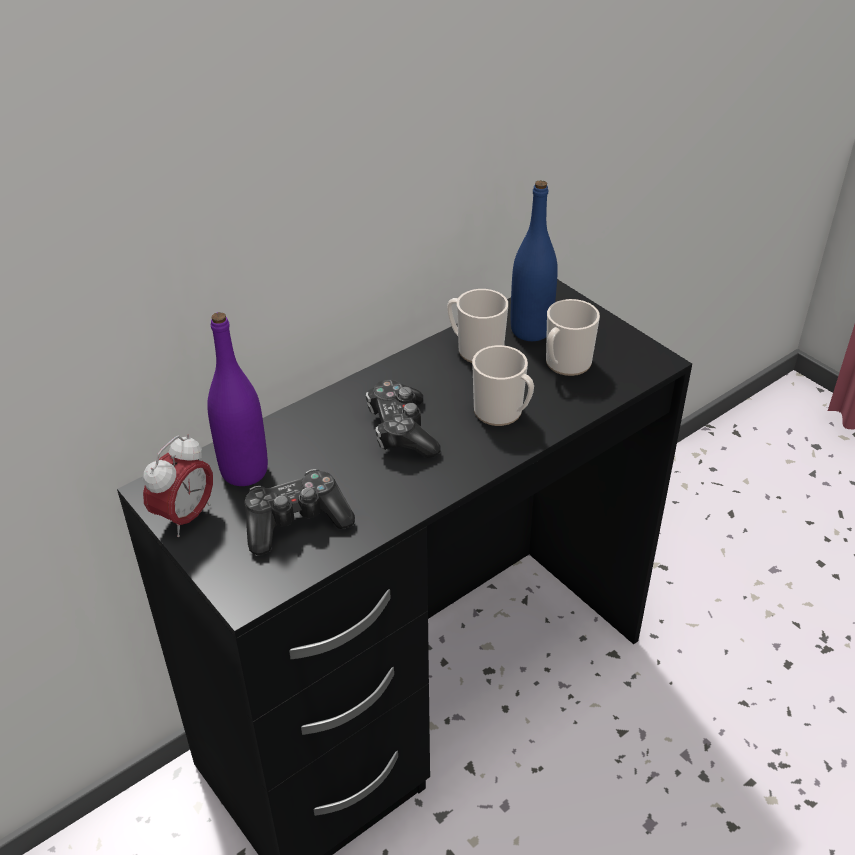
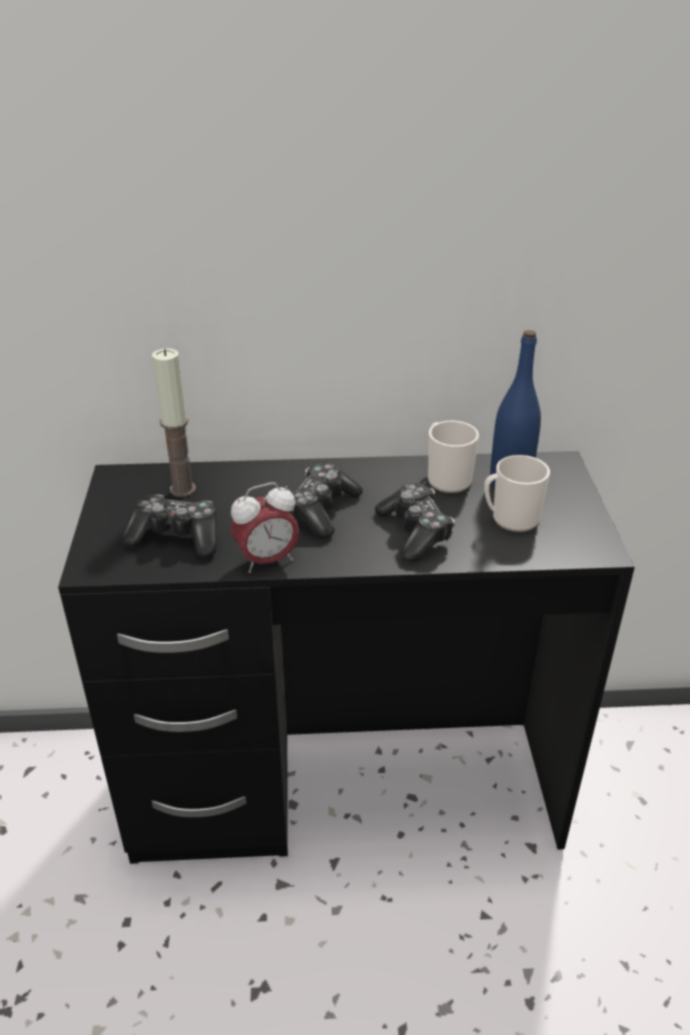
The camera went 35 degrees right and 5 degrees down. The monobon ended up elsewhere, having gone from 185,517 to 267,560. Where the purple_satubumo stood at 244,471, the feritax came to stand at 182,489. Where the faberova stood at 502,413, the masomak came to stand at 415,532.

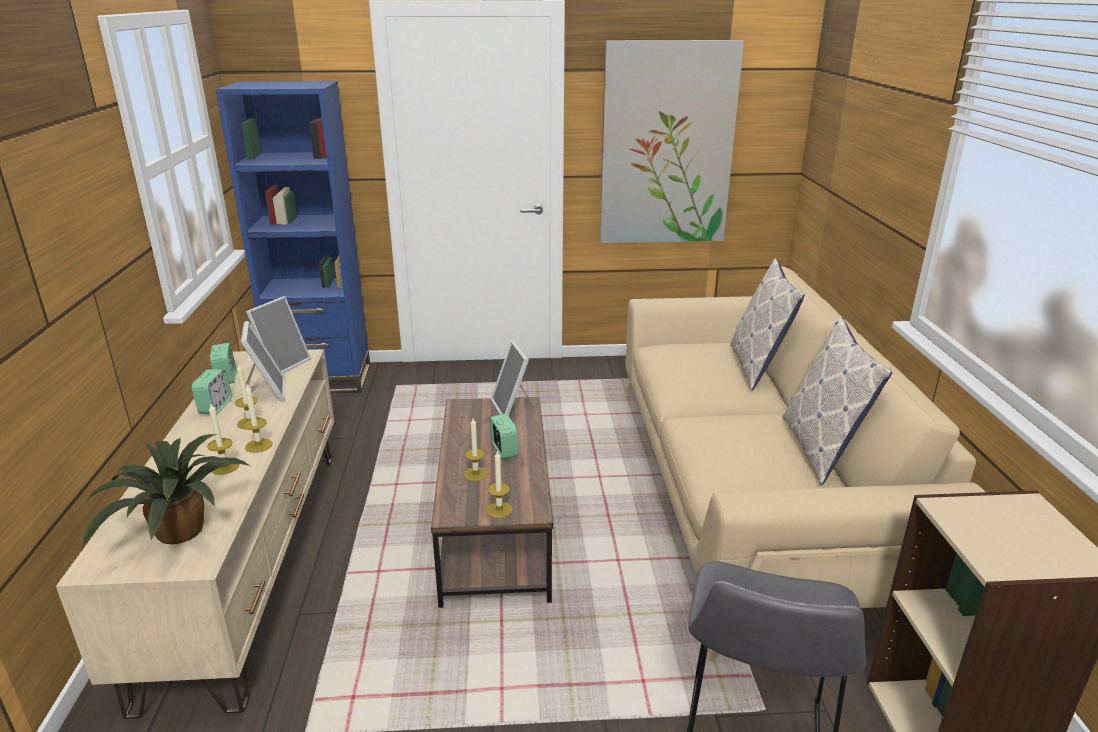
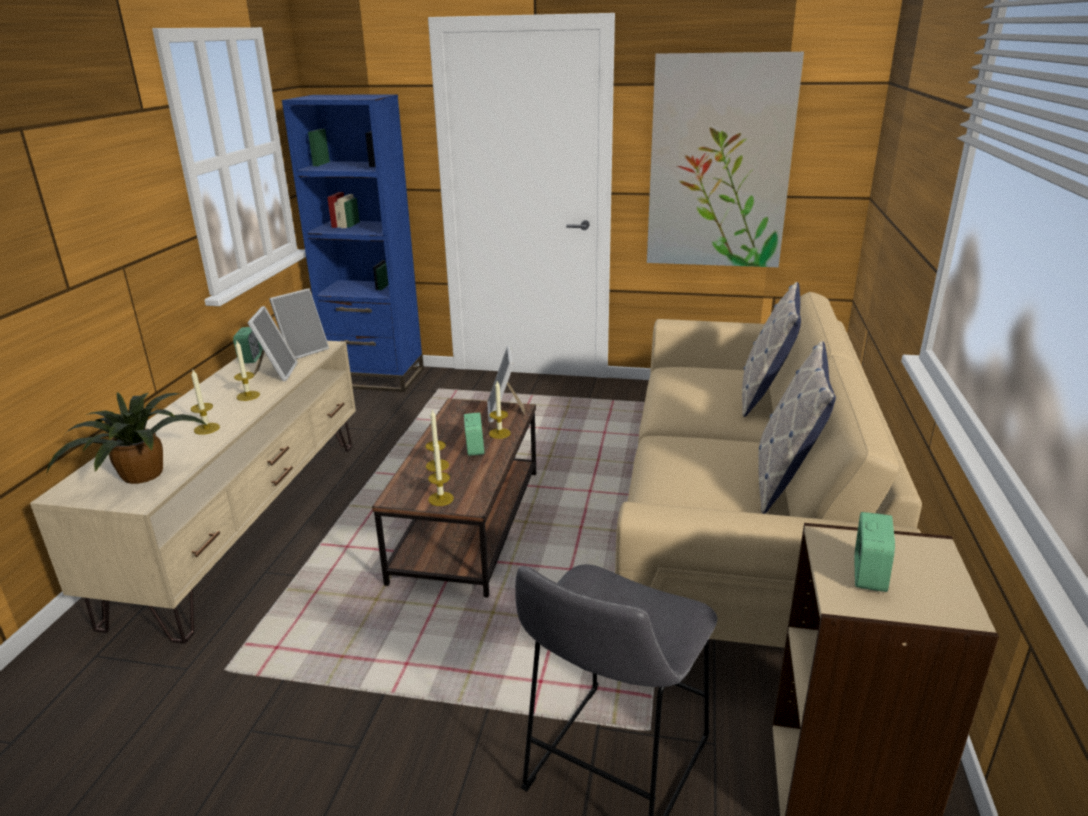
The camera went 15 degrees right and 0 degrees up. The monobon ended up elsewhere, having gone from 215,407 to 868,574. The feritax ended up elsewhere, having gone from 258,445 to 499,433.

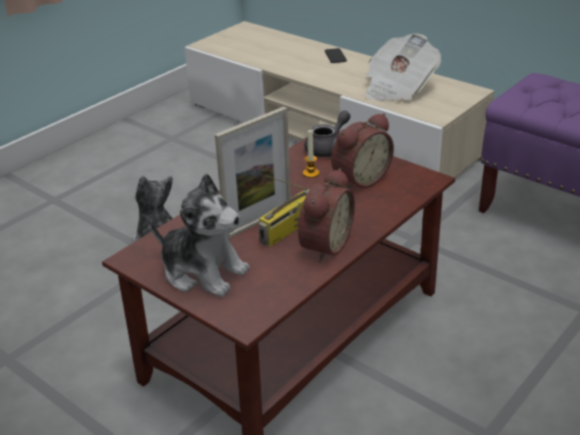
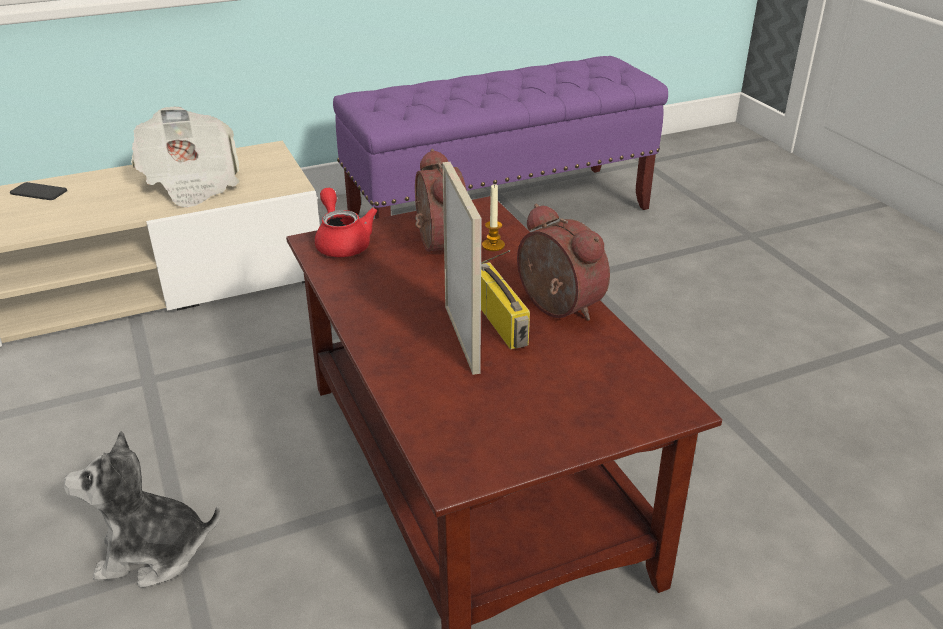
The camera went 65 degrees left and 0 degrees up. The second view lost the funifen at 203,272. The feritax ended up elsewhere, having gone from 311,173 to 493,245. What was the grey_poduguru at 328,148 turned into the red_poduguru at 342,242.

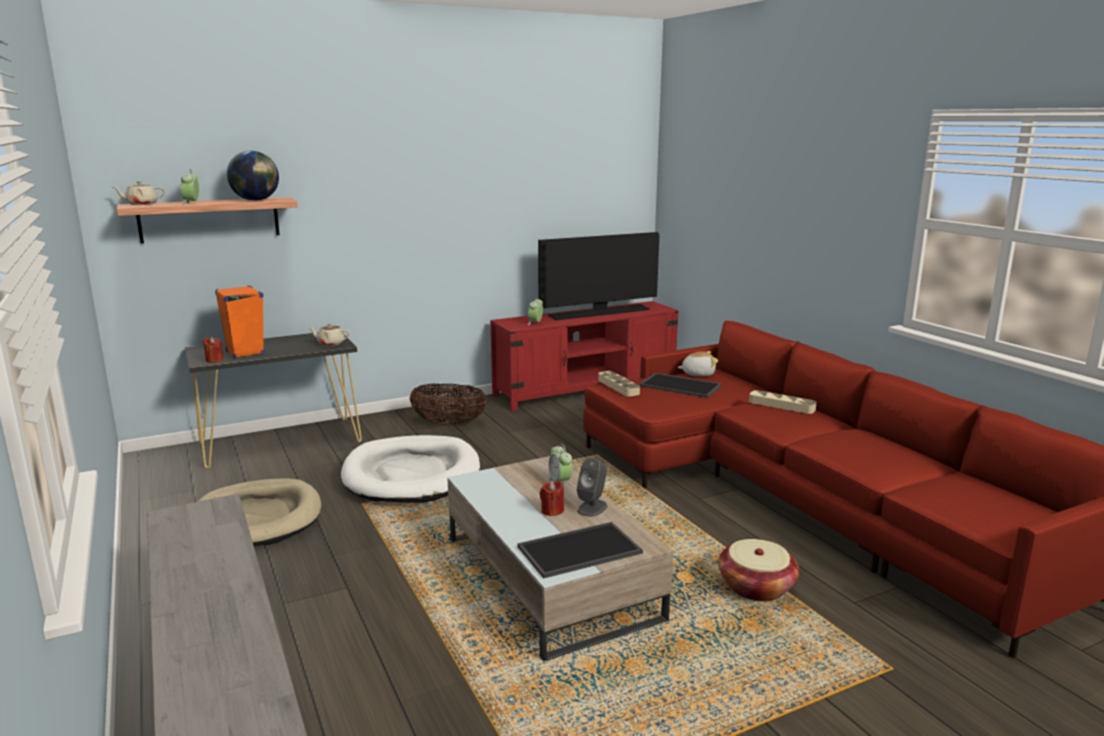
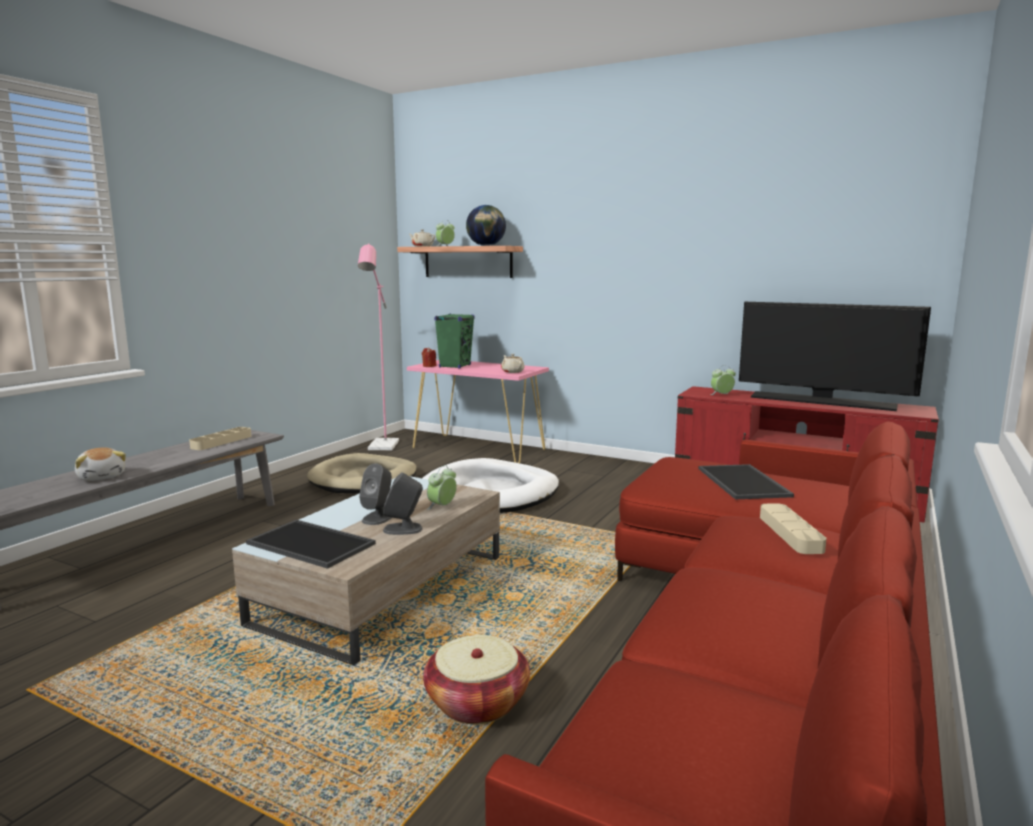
The camera went 55 degrees right and 5 degrees down. What was the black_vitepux at 281,442 turned into the pink_vitepux at 479,449. What was the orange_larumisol at 245,353 turned into the green_larumisol at 455,366. The second view lost the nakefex at 449,423. Where the red_feritax stood at 552,511, the grey_larumisol came to stand at 378,517. The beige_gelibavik ended up elsewhere, having gone from 618,386 to 221,442. The funifen ended up elsewhere, having gone from 698,374 to 102,477. The second view gained the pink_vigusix at 382,447.

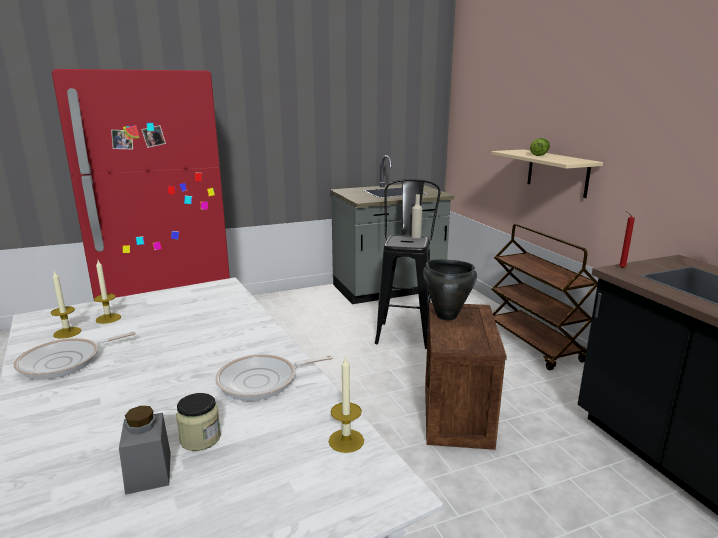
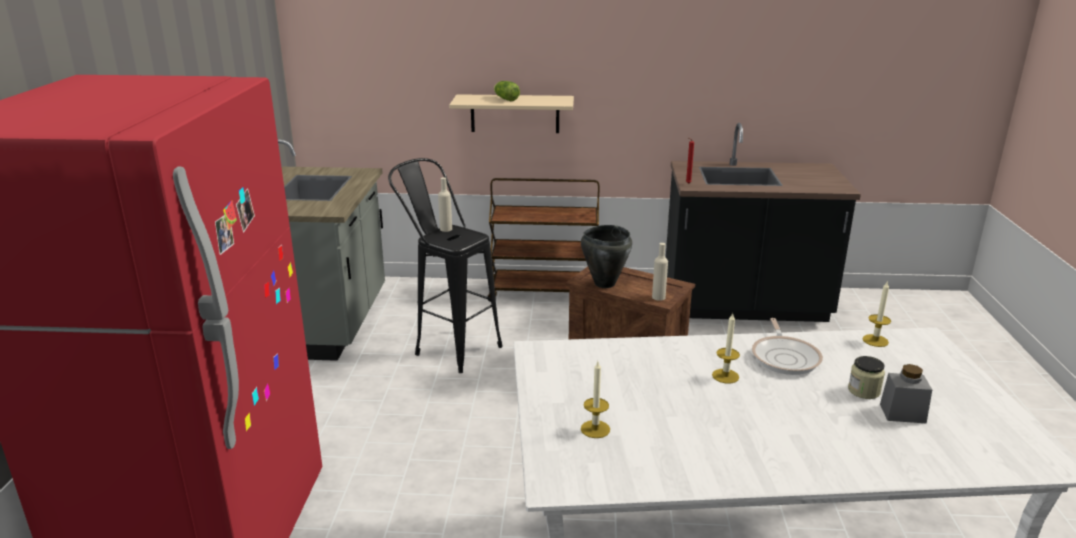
The camera went 65 degrees left and 5 degrees up. The second view lost the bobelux at 65,362. The feritax ended up elsewhere, having gone from 67,332 to 725,376. The second view gained the beige_satubumo at 658,297.

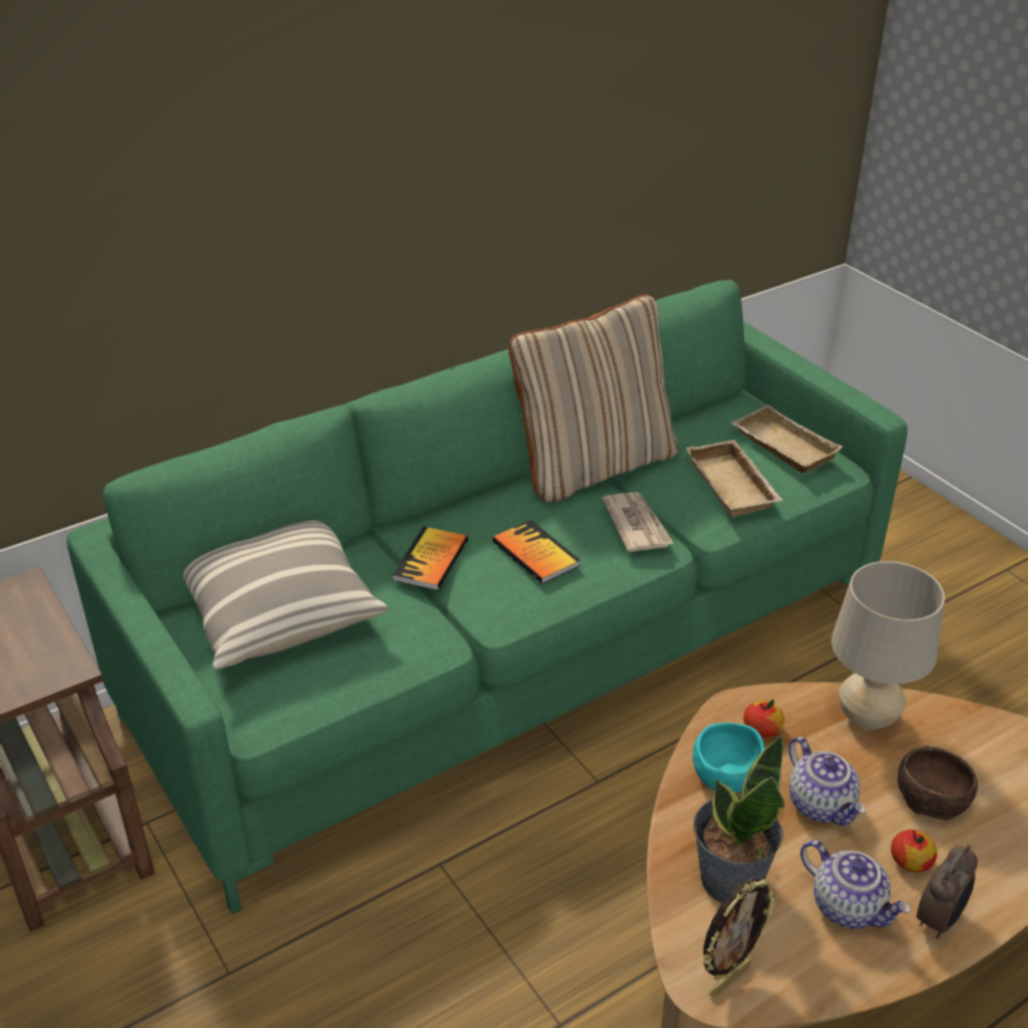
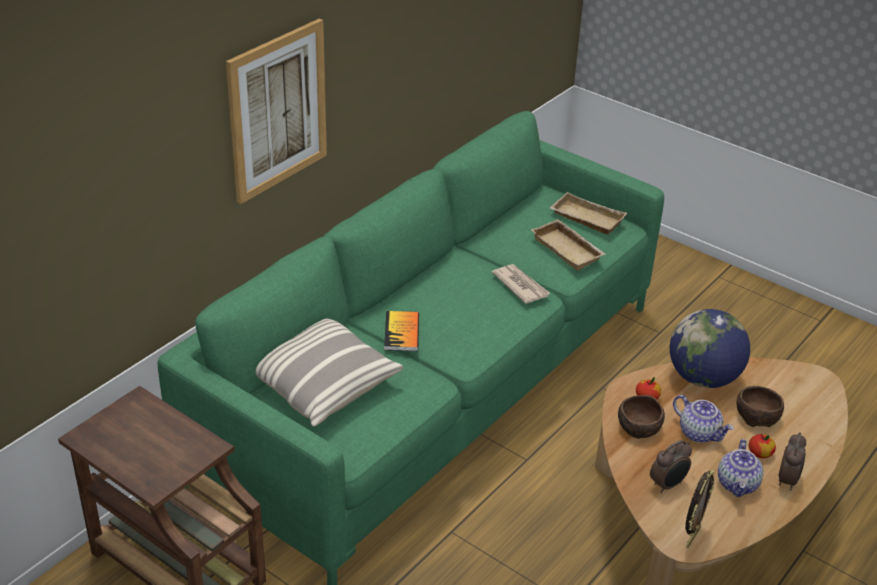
The camera went 20 degrees left and 0 degrees up. The second view lost the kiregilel at 535,554. The second view lost the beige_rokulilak at 593,465. What was the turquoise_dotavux at 725,775 turned into the brown_dotavux at 638,428. Where the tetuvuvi stood at 729,879, the monobon came to stand at 668,485. The poduguru at 848,906 ended up facing another way, 75 degrees clockwise from before. Where the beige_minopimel stood at 867,717, the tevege came to stand at 703,378. The second view gained the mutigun at 277,110.

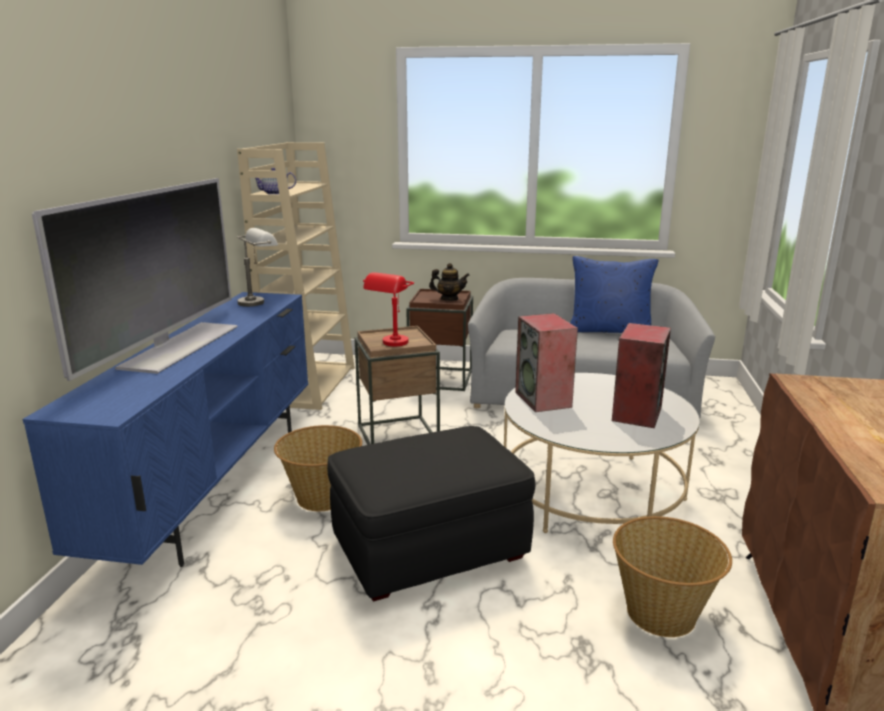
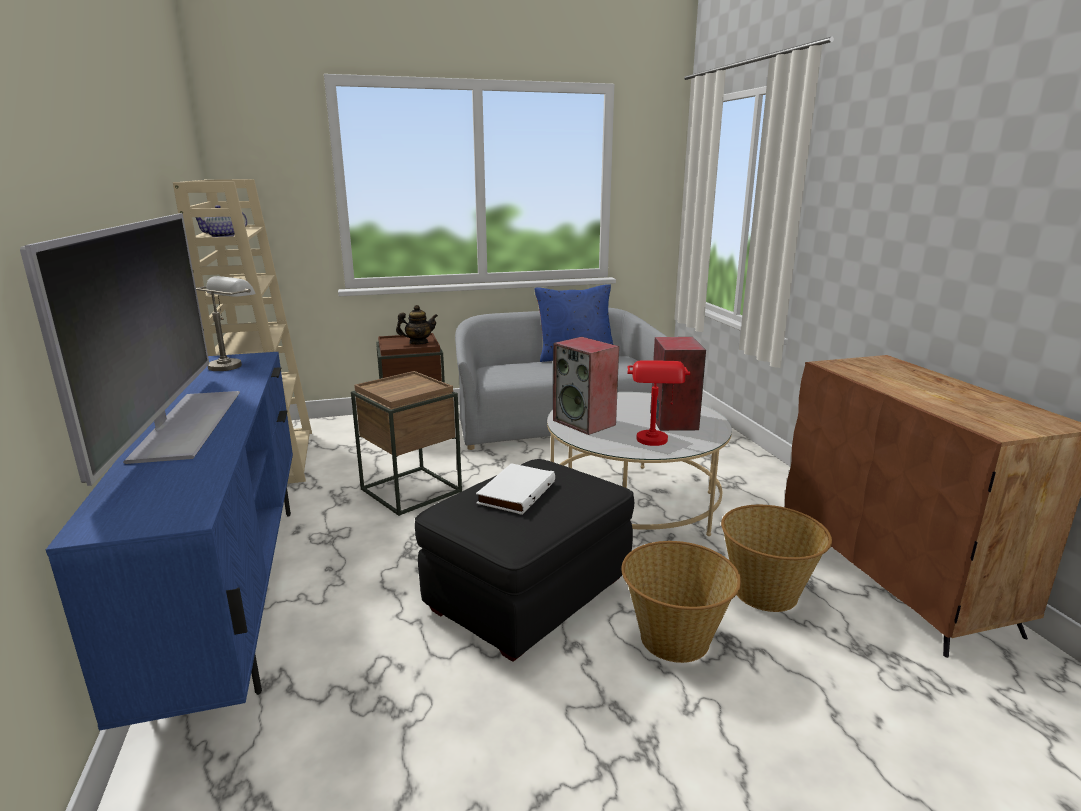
The camera went 25 degrees left and 0 degrees up. The nakefex ended up elsewhere, having gone from 322,497 to 674,639. The red_minopimel ended up elsewhere, having gone from 391,345 to 654,444. The second view gained the white_kiregilel at 515,492.

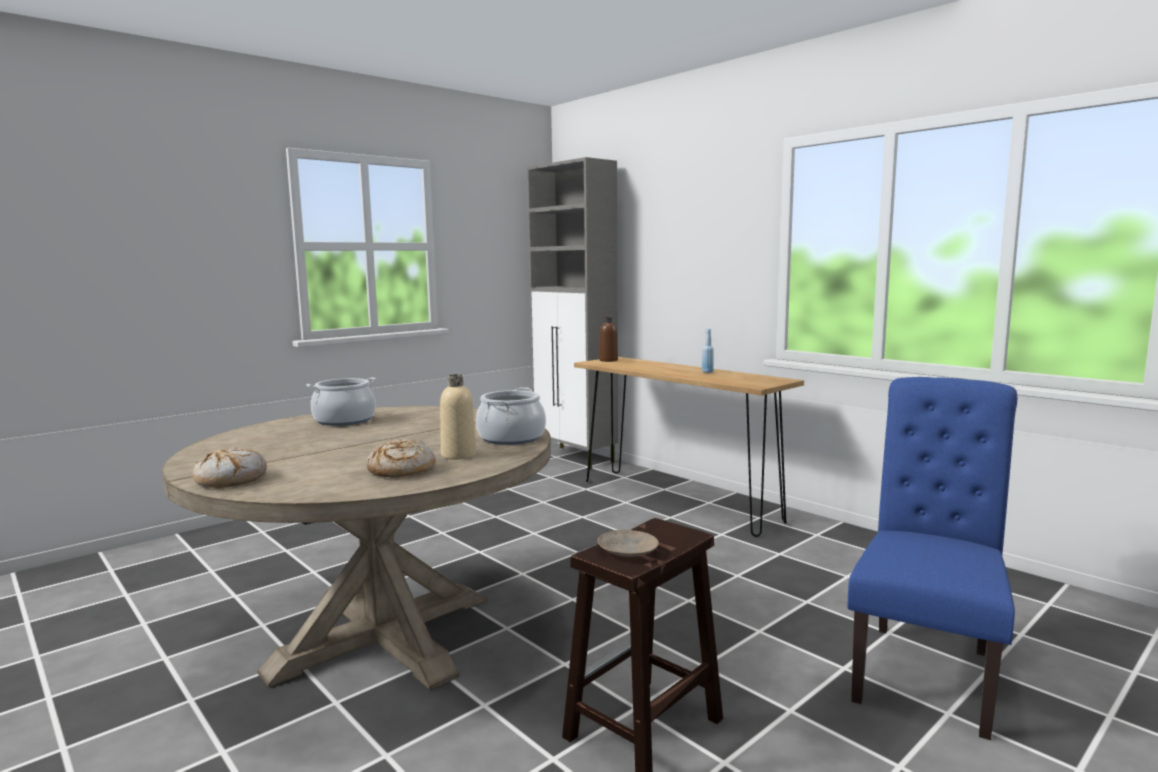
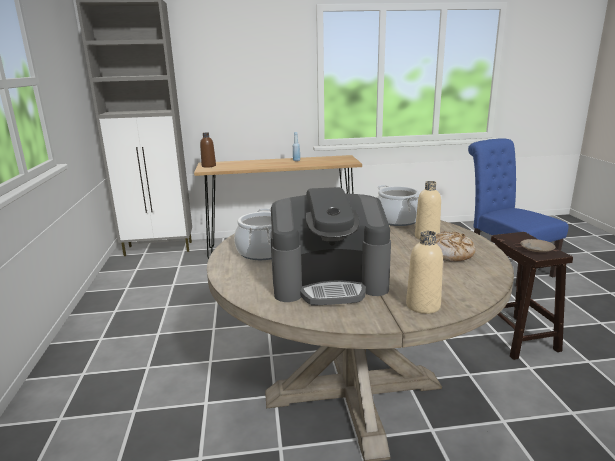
The camera went 55 degrees left and 10 degrees up. Where the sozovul stood at 231,479, the beige_satubumo came to stand at 423,306. The second view gained the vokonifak at 329,282.

